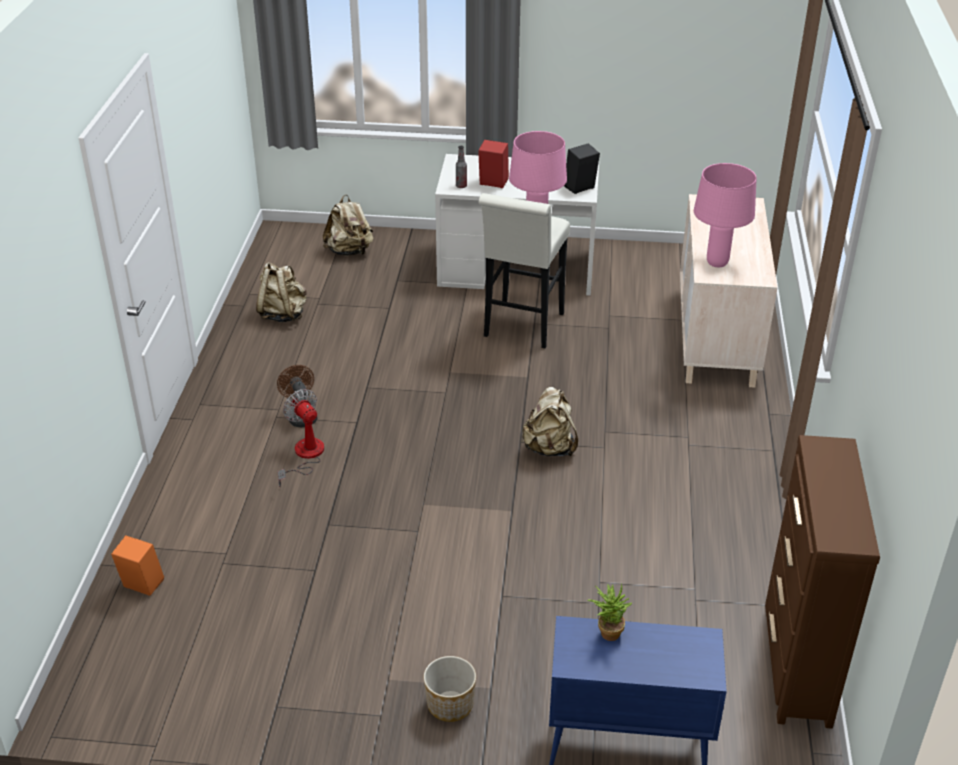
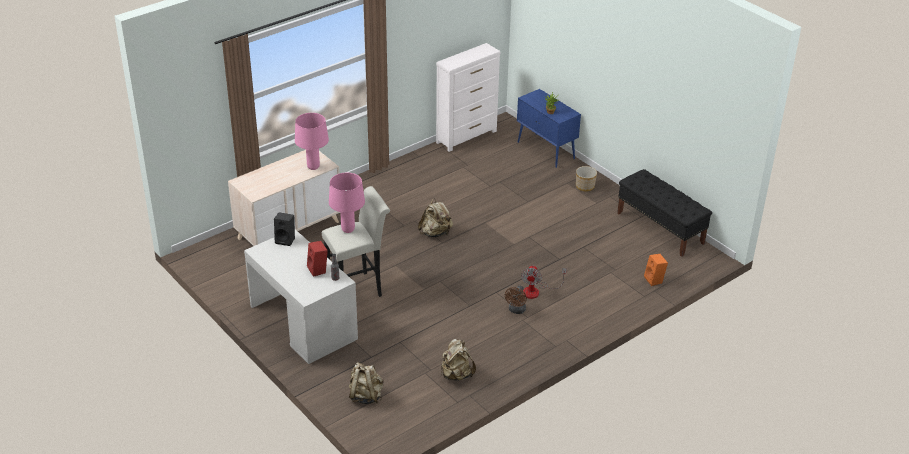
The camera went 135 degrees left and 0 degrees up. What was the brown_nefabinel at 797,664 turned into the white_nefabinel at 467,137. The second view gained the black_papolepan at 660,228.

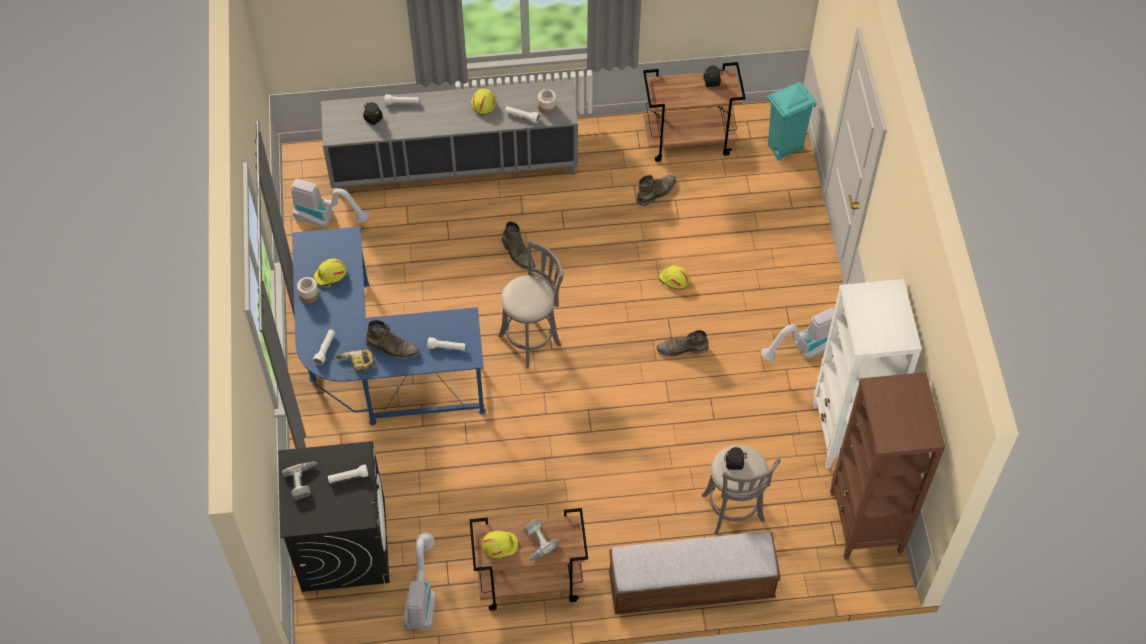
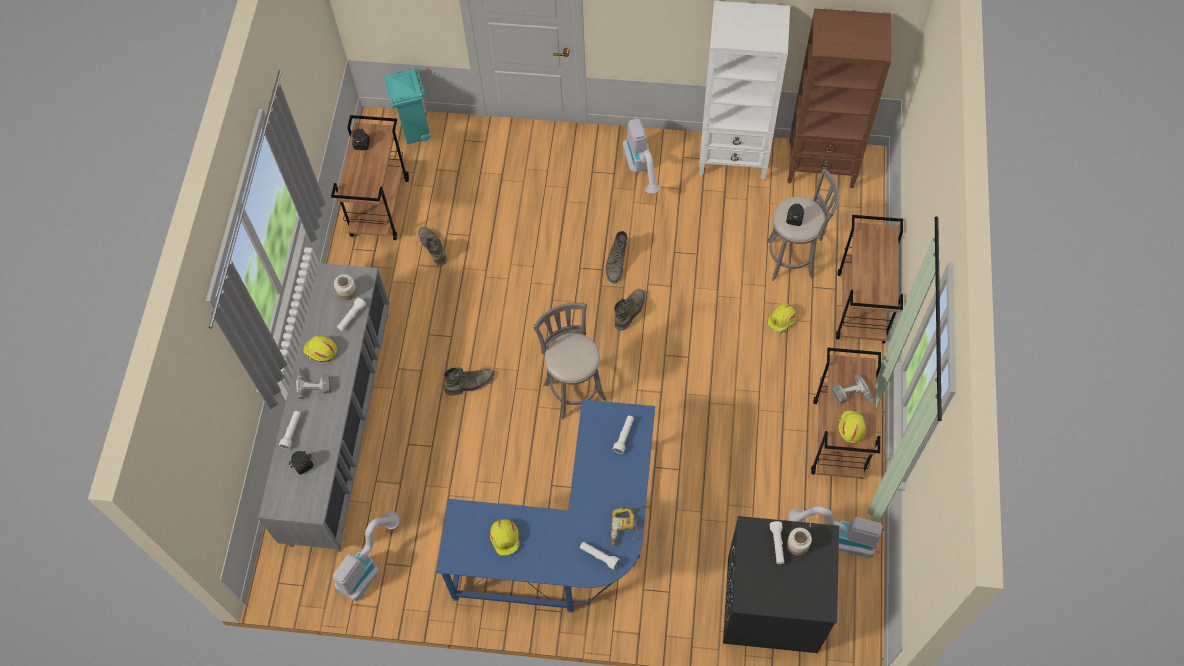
The camera went 75 degrees left and 5 degrees up. The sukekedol ended up elsewhere, having gone from 304,481 to 313,382. The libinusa ended up elsewhere, having gone from 309,295 to 797,544. The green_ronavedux ended up elsewhere, having gone from 392,348 to 630,311. Where the papolepan stood at 691,586, the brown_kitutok came to stand at 861,308. The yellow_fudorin ended up elsewhere, having gone from 673,280 to 782,320.

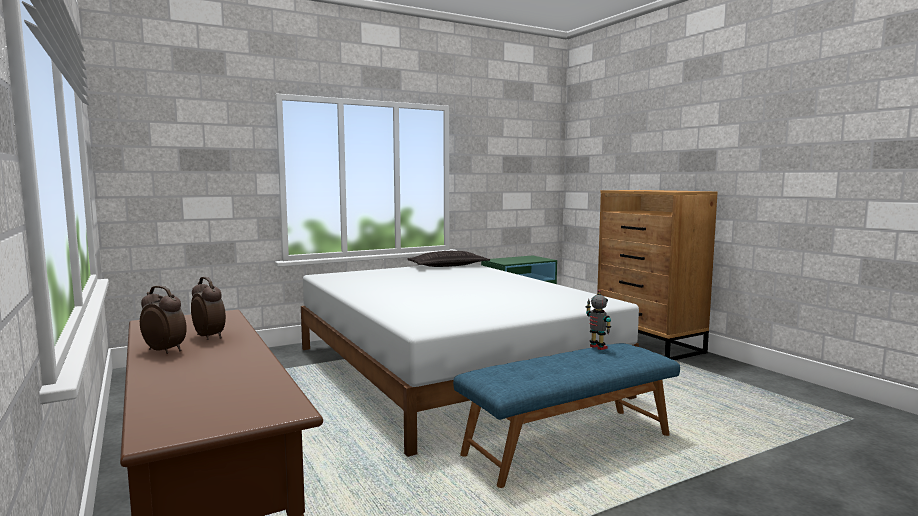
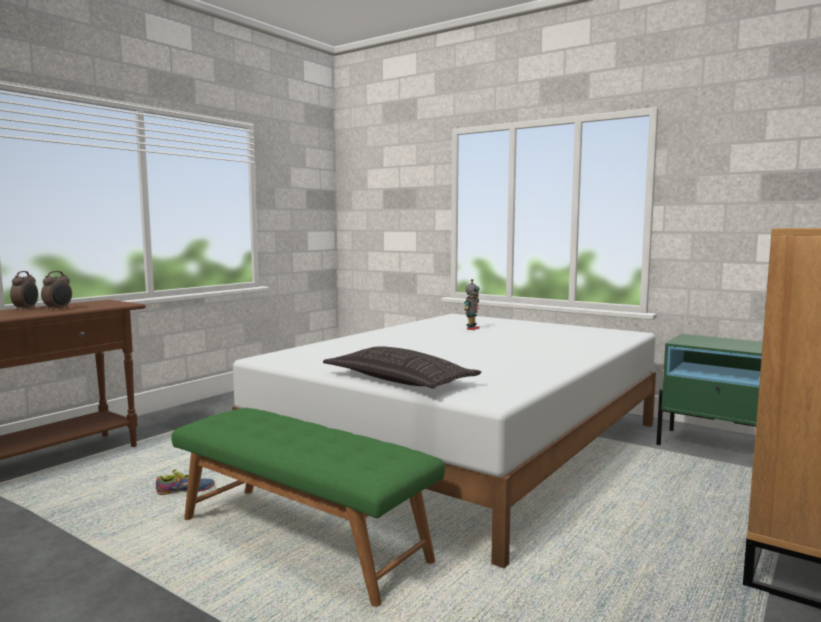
The camera went 65 degrees right and 0 degrees up. The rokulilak ended up elsewhere, having gone from 448,266 to 399,380. What was the blue_papolepan at 568,444 turned into the green_papolepan at 302,538. The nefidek ended up elsewhere, having gone from 597,347 to 471,329. The second view gained the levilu at 185,491.

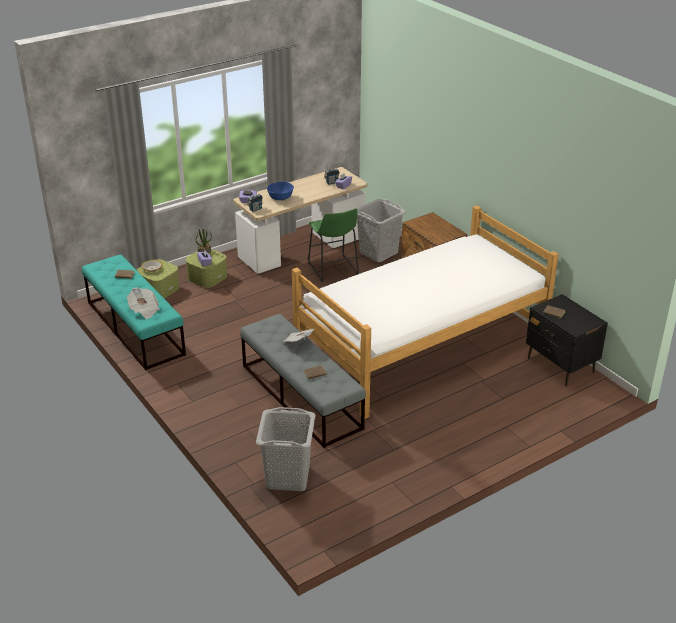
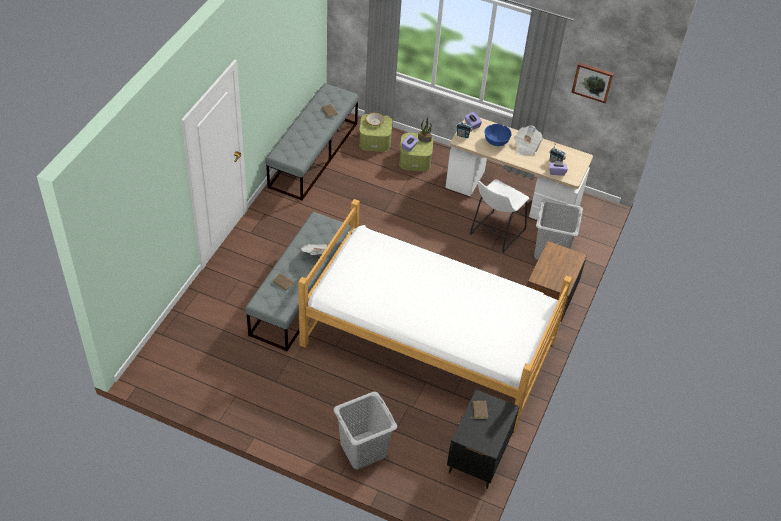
The camera went 55 degrees right and 15 degrees up. What was the turquoise_papolepan at 135,328 turned into the grey_papolepan at 313,154. The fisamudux ended up elsewhere, having gone from 144,310 to 526,147. The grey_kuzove ended up elsewhere, having gone from 288,477 to 363,450. What was the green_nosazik at 334,270 turned into the white_nosazik at 495,233. The second view gained the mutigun at 592,82.

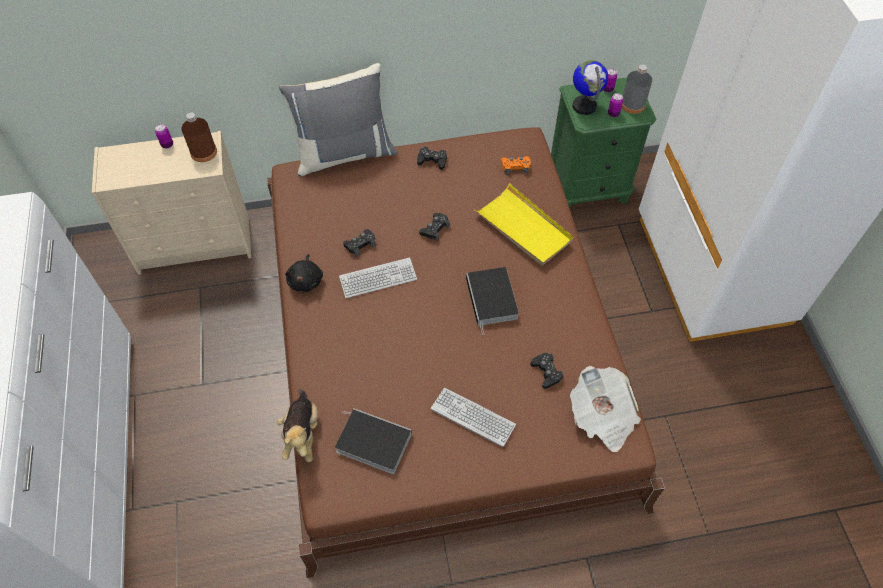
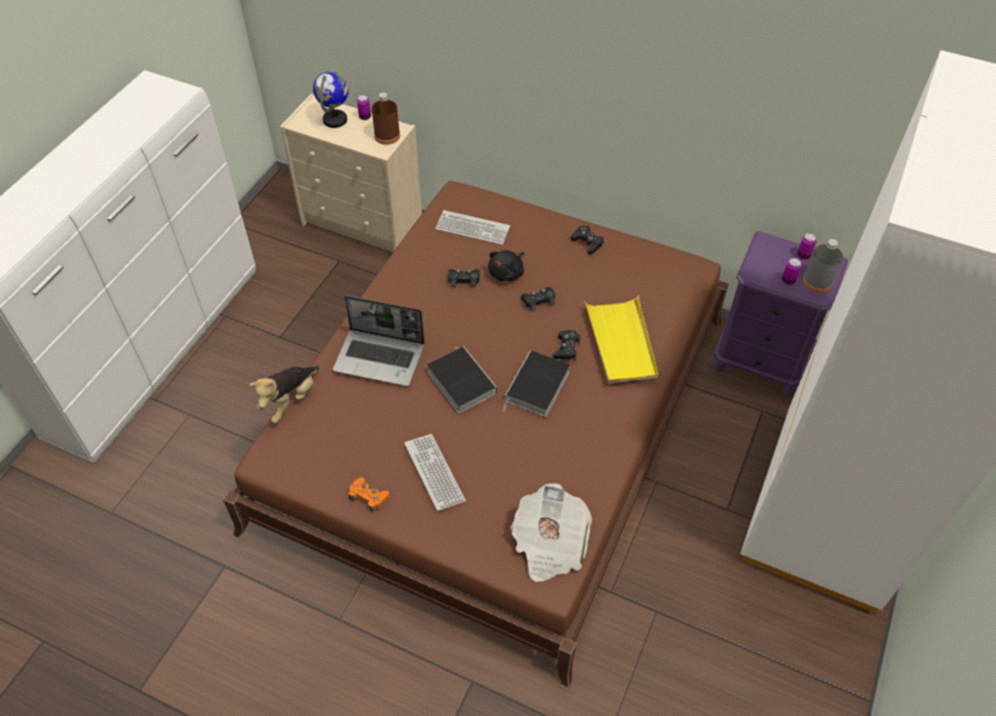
The camera went 35 degrees right and 5 degrees down. The second view lost the grey_rokulilak at 344,153. The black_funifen ended up elsewhere, having gone from 306,280 to 507,273. The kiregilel ended up elsewhere, having gone from 371,442 to 459,381. The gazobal ended up elsewhere, having gone from 378,278 to 472,228. The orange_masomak ended up elsewhere, having gone from 515,166 to 368,496. The black_masomak ended up elsewhere, having gone from 546,372 to 566,348. What was the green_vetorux at 588,188 turned into the purple_vetorux at 760,361. The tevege ended up elsewhere, having gone from 584,106 to 335,120. The second view gained the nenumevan at 381,358.

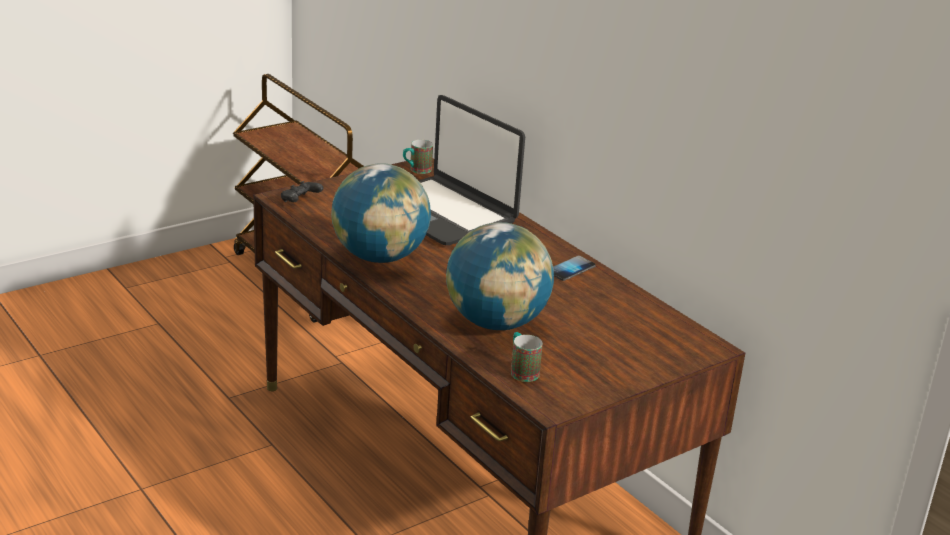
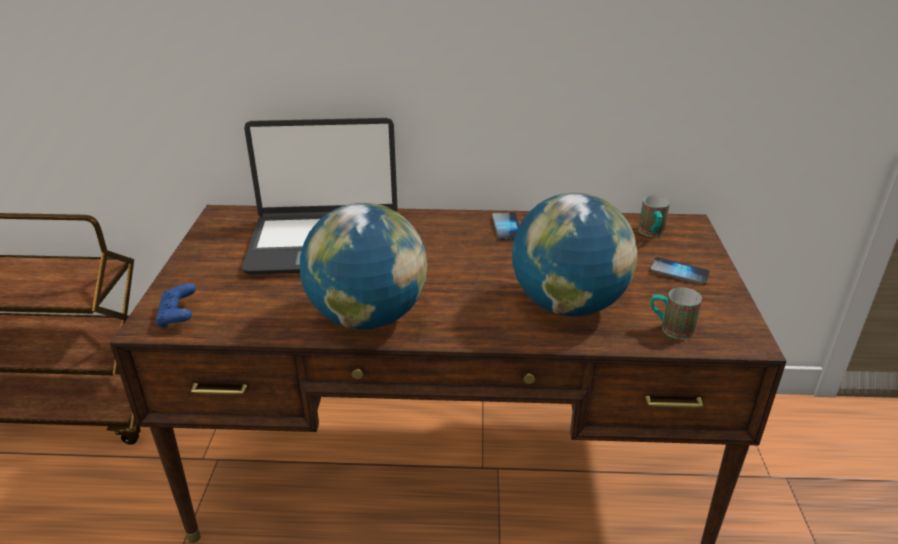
The camera went 50 degrees left and 5 degrees up. What was the black_masomak at 300,201 turned into the blue_masomak at 178,316. The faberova ended up elsewhere, having gone from 416,170 to 652,234. The second view gained the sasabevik at 679,272.

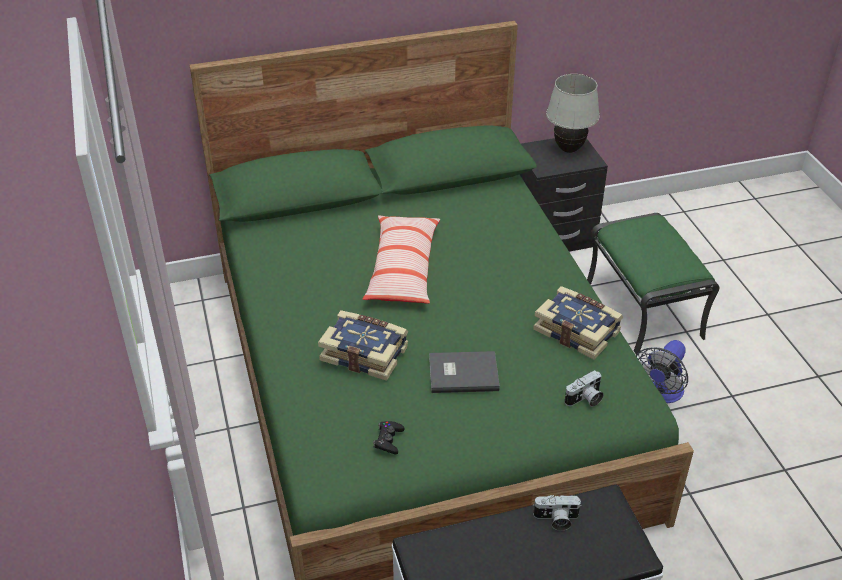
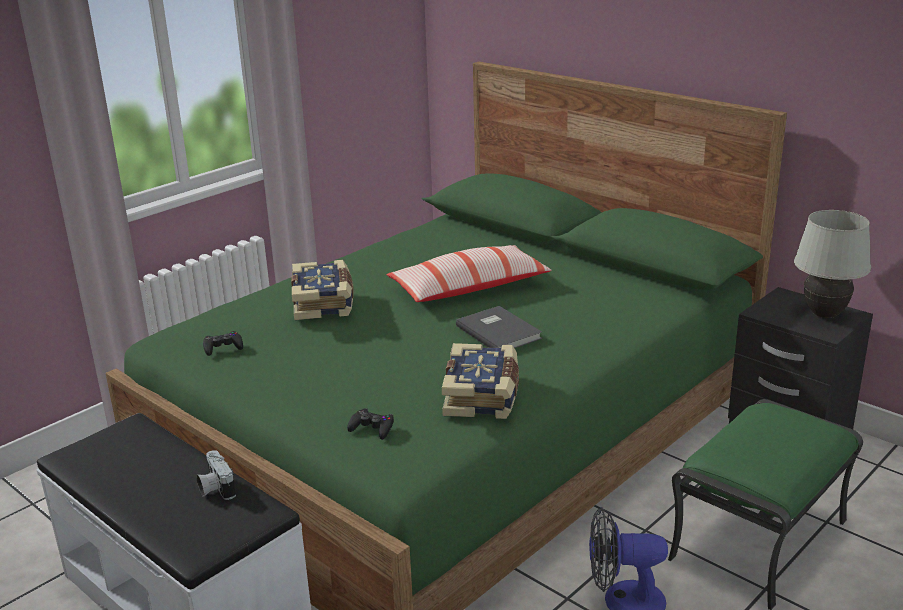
The camera went 60 degrees right and 15 degrees down. The grey_kiregilel ended up elsewhere, having gone from 462,373 to 499,331. Where the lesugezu stood at 585,399, the black_masomak came to stand at 372,428.

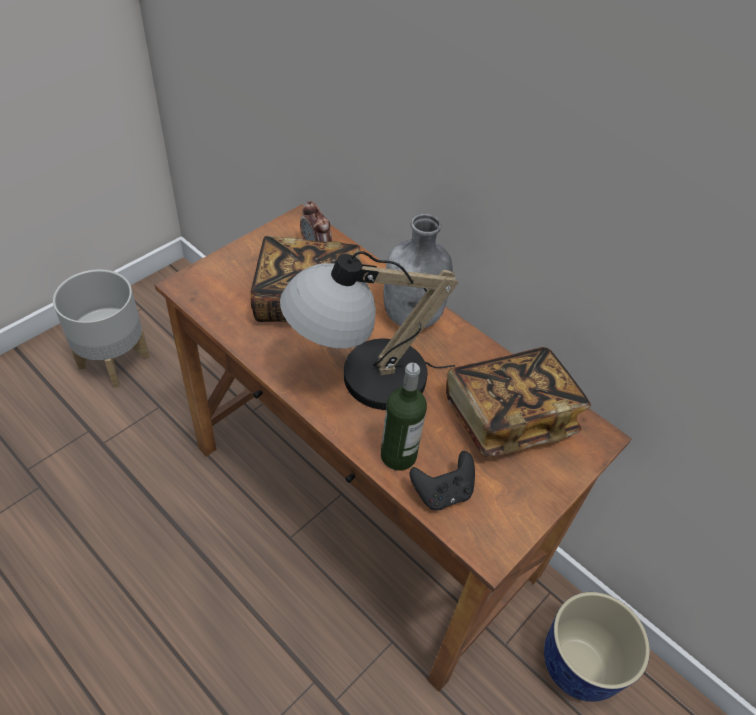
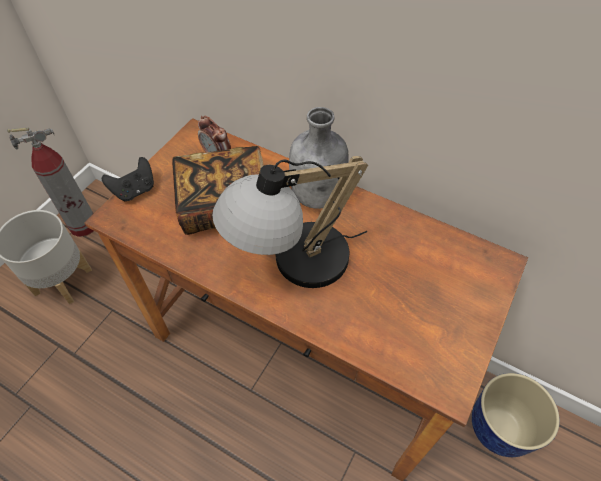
The camera went 10 degrees left and 5 degrees up. The second view lost the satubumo at 398,455. The black_masomak ended up elsewhere, having gone from 442,492 to 135,190. The second view lost the kiregilel at 508,416. The second view gained the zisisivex at 84,225.

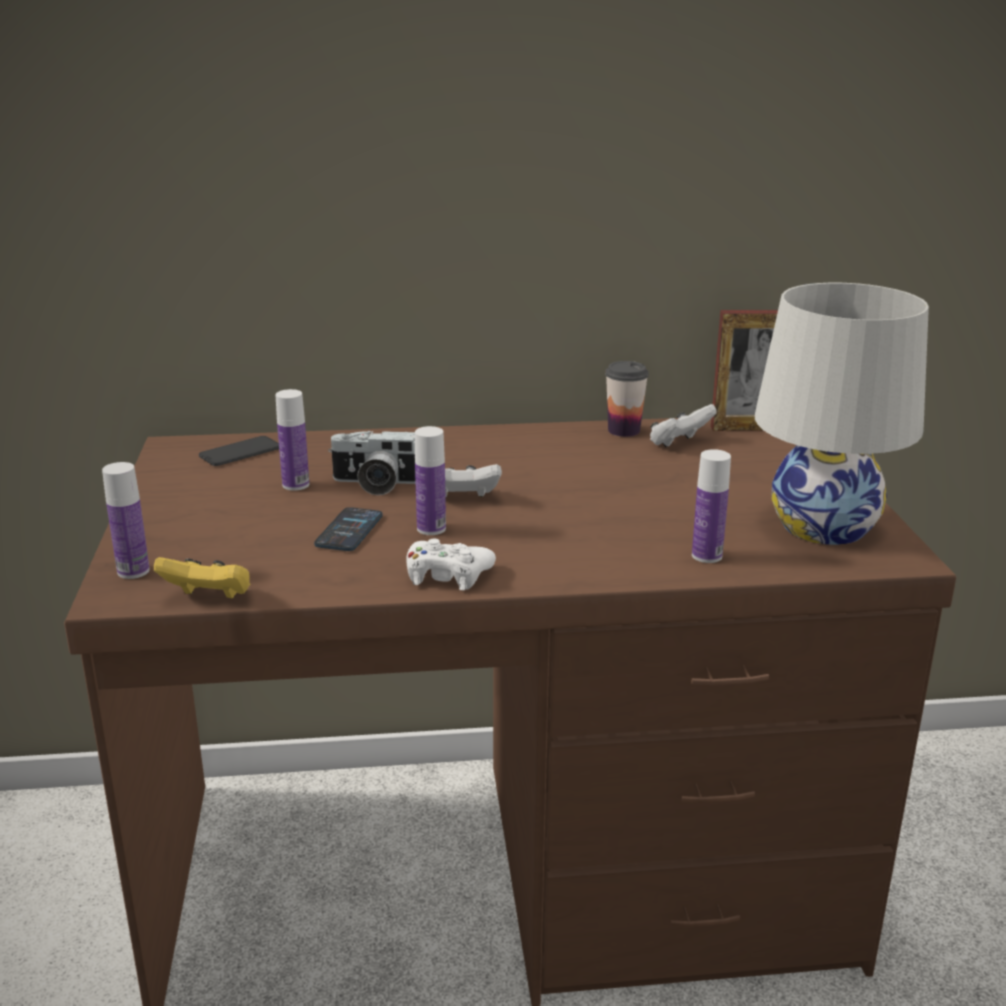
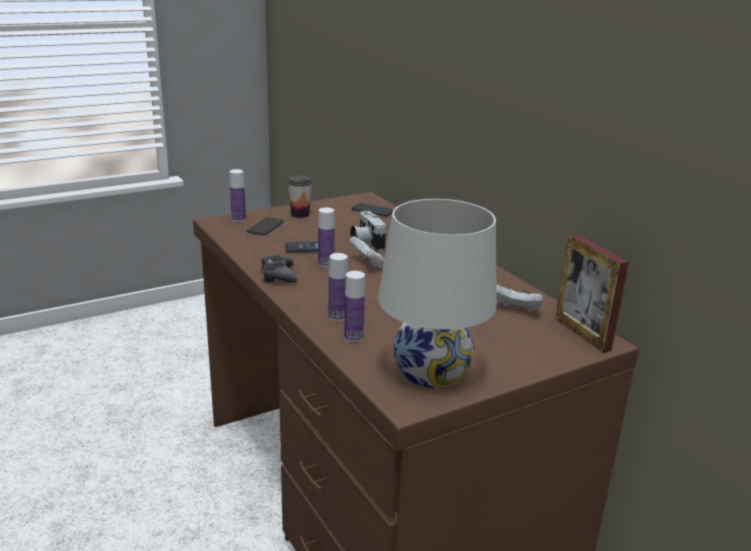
The camera went 65 degrees right and 0 degrees up. The second view lost the yellow_masomak at 209,598. The satubumo ended up elsewhere, having gone from 295,485 to 337,316. What was the white_masomak at 447,575 turned into the black_masomak at 278,276. The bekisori ended up elsewhere, having gone from 624,430 to 300,214. The second view gained the sasabevik at 265,227.

